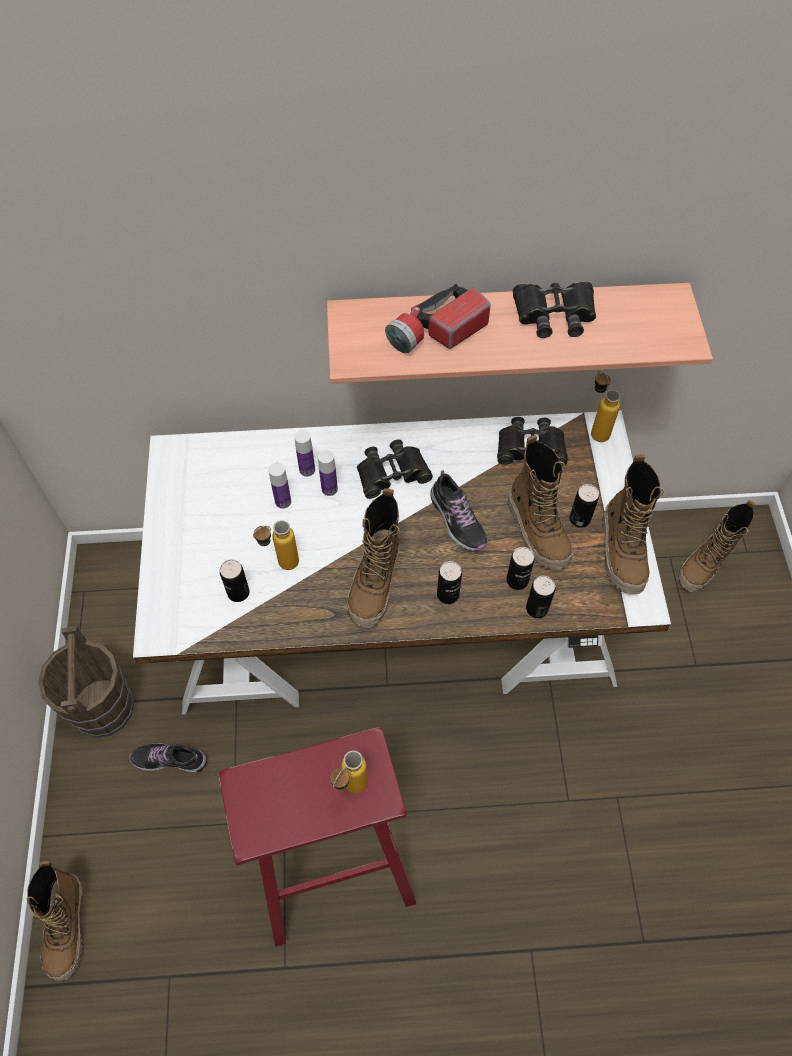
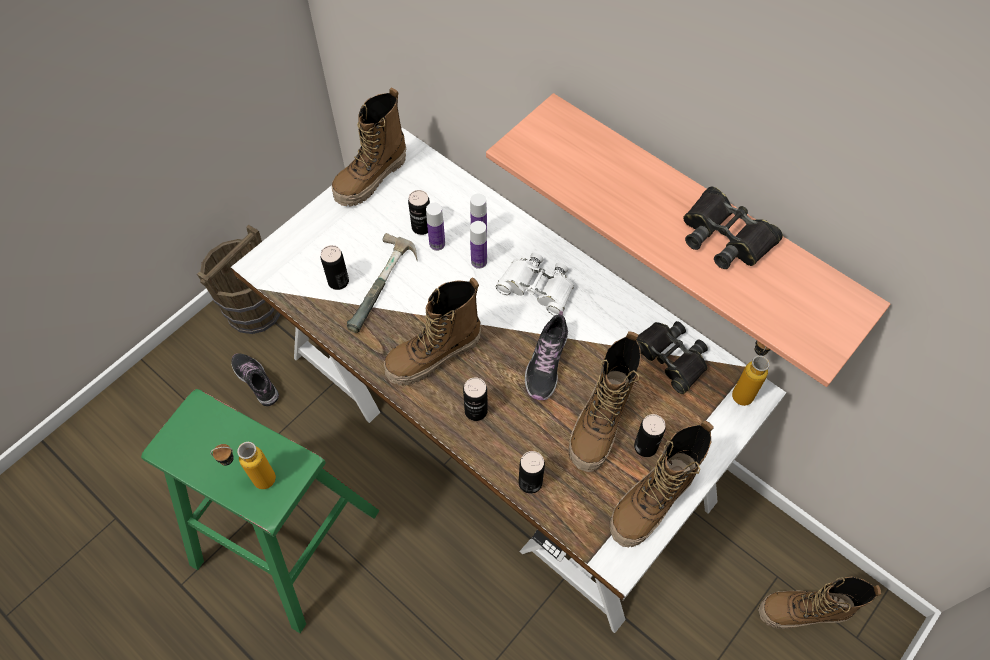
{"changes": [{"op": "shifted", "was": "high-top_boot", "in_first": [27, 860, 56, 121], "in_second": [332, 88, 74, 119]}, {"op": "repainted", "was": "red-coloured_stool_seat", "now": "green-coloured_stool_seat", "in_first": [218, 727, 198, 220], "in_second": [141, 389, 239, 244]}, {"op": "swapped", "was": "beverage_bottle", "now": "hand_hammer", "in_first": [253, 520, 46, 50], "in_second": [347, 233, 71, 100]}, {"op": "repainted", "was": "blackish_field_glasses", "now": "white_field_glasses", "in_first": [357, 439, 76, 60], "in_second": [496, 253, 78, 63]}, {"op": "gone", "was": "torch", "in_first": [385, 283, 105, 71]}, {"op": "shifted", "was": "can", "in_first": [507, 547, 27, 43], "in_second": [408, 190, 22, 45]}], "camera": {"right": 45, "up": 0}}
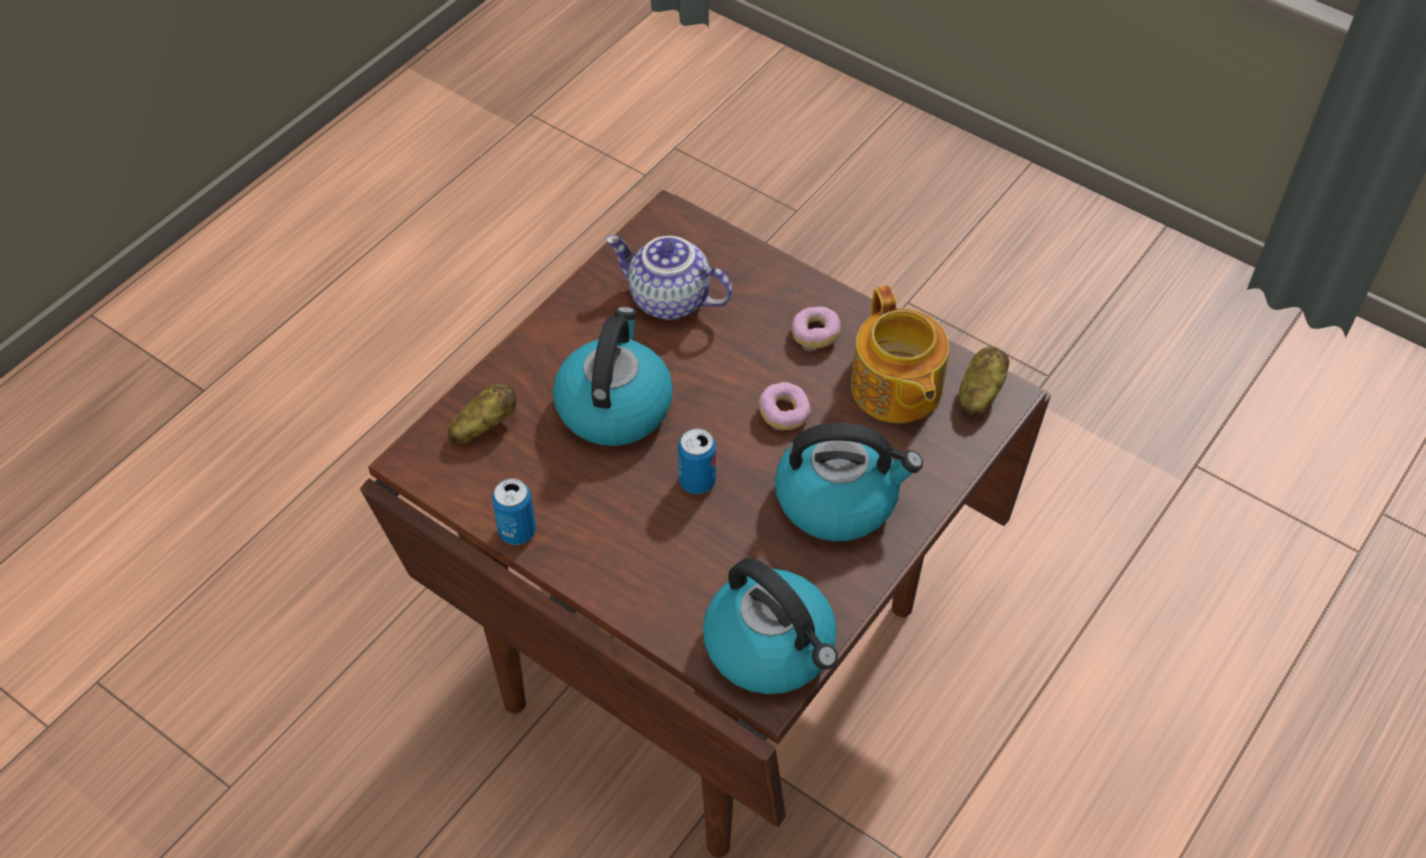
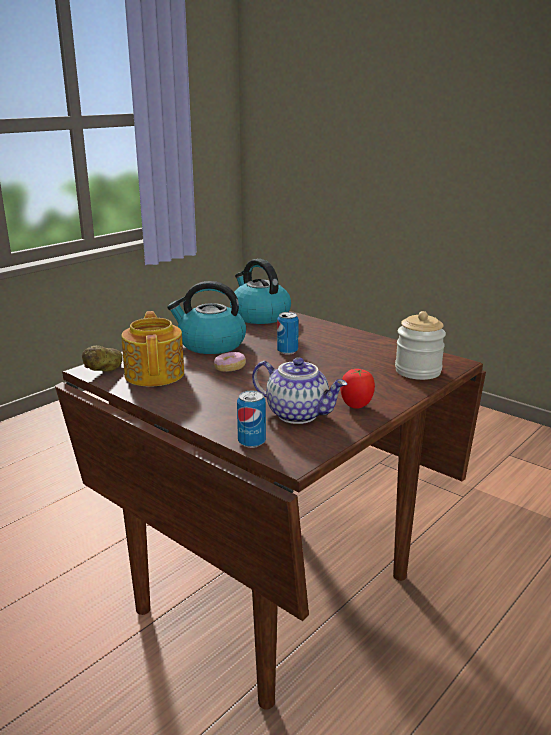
{"changes": [{"op": "swapped", "was": "potato", "now": "preserve_jar", "in_first": [448, 384, 69, 60], "in_second": [395, 311, 51, 69]}, {"op": "shifted", "was": "can", "in_first": [492, 478, 44, 67], "in_second": [237, 391, 29, 57]}, {"op": "gone", "was": "water_kettle", "in_first": [553, 307, 120, 139]}, {"op": "gone", "was": "ring_doughnut", "in_first": [792, 306, 49, 43]}, {"op": "new", "now": "tomato", "in_second": [340, 369, 35, 40]}], "camera": {"right": -175, "up": -30}}
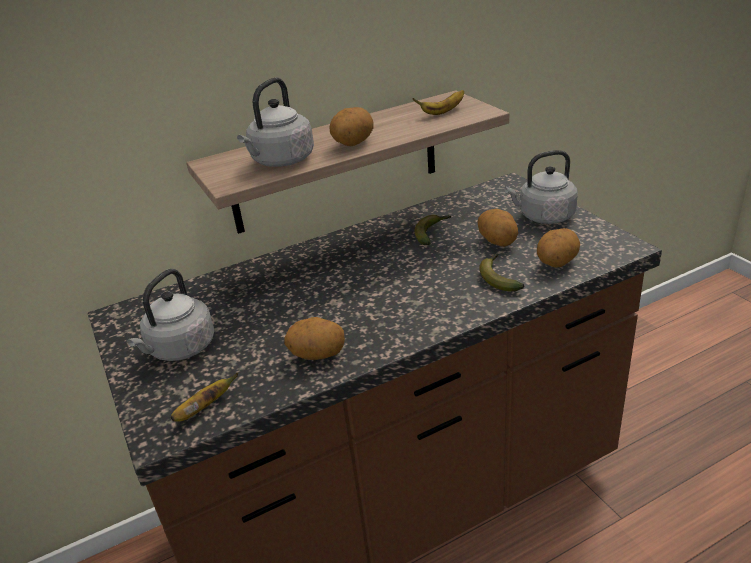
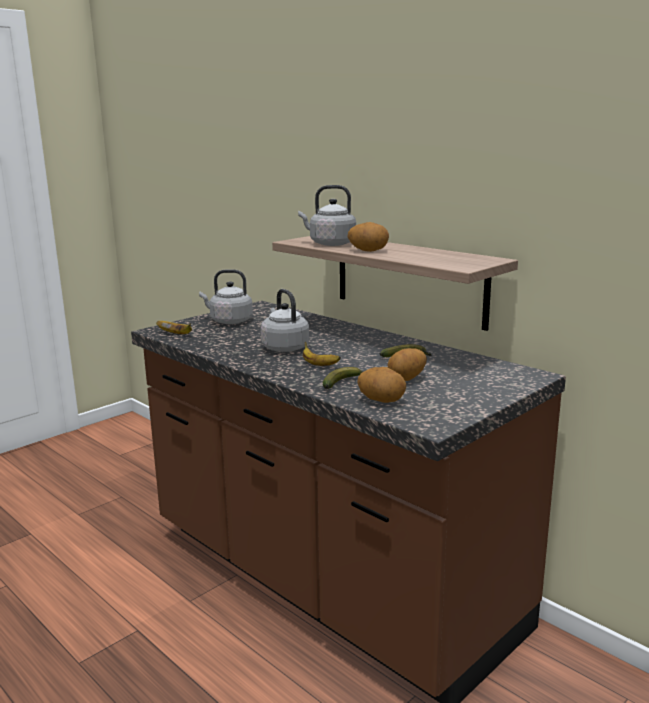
{"changes": [{"op": "gone", "was": "potato", "in_first": [284, 317, 61, 43]}, {"op": "shifted", "was": "banana", "in_first": [412, 90, 52, 25], "in_second": [303, 342, 38, 24]}, {"op": "shifted", "was": "greyish_water_kettle", "in_first": [504, 150, 74, 74], "in_second": [261, 289, 48, 63]}], "camera": {"right": 70, "up": -15}}
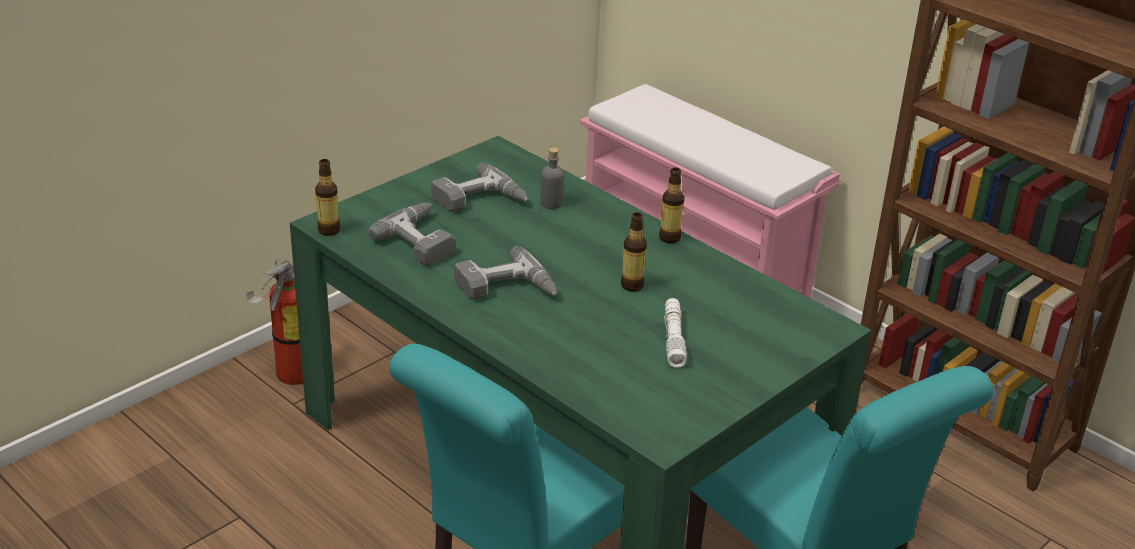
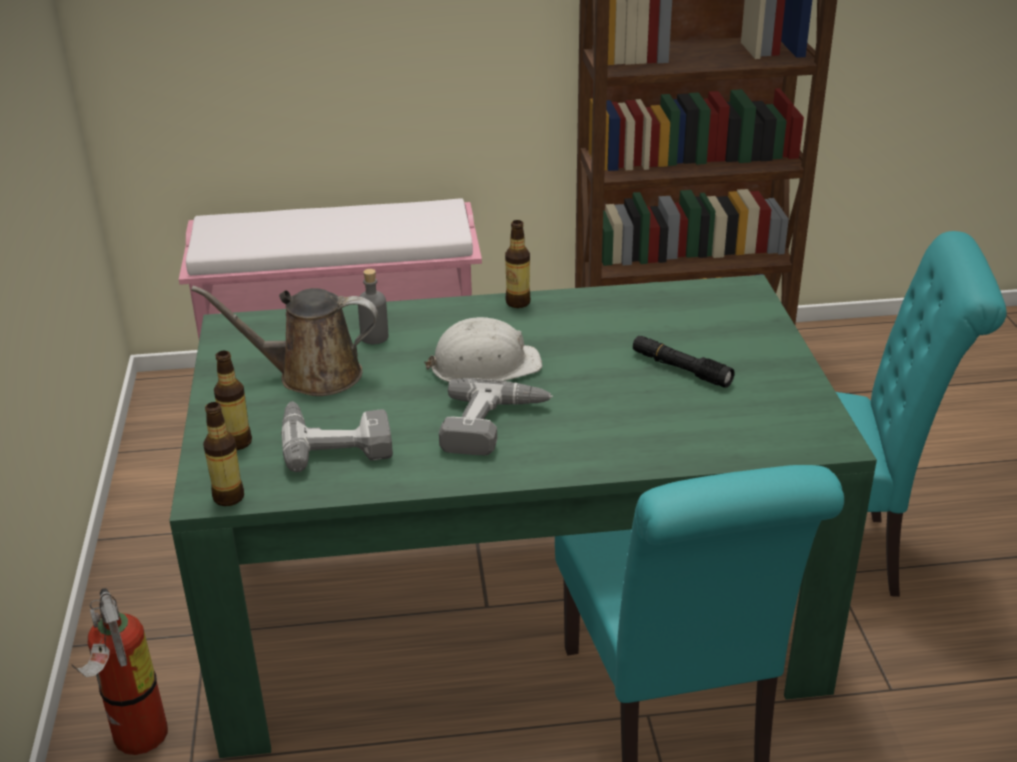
{"changes": [{"op": "swapped", "was": "power_drill", "now": "brown_watering_can", "in_first": [431, 163, 97, 49], "in_second": [191, 286, 187, 110]}, {"op": "shifted", "was": "beverage_bottle", "in_first": [621, 212, 26, 80], "in_second": [214, 351, 38, 99]}, {"op": "repainted", "was": "white_torch", "now": "blackish_torch", "in_first": [664, 298, 23, 70], "in_second": [633, 336, 102, 52]}, {"op": "new", "now": "white_hard_hat", "in_second": [424, 317, 118, 65]}], "camera": {"right": -50, "up": 0}}
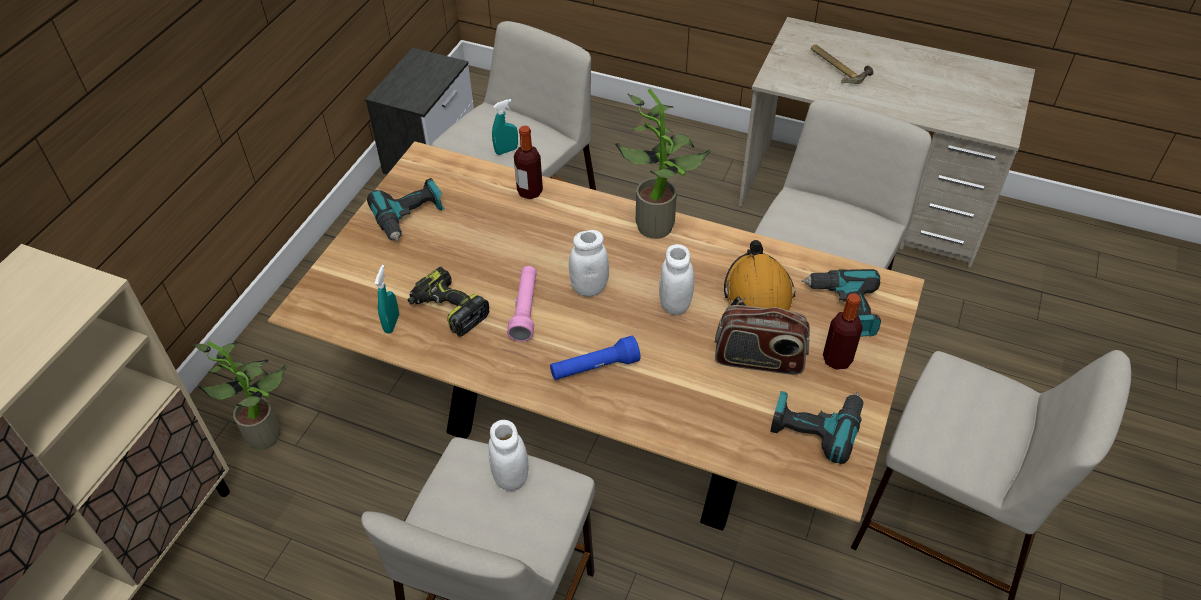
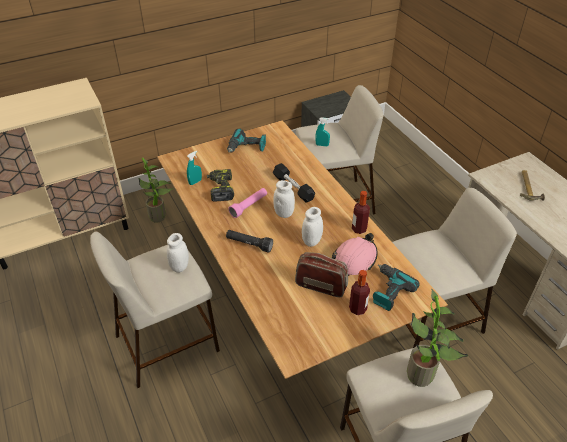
{"changes": [{"op": "shifted", "was": "beverage_bottle", "in_first": [514, 126, 29, 73], "in_second": [352, 191, 18, 43]}, {"op": "repainted", "was": "bluish_torch", "now": "blackish_torch", "in_first": [550, 336, 90, 44], "in_second": [226, 230, 47, 23]}, {"op": "shifted", "was": "potted_plant", "in_first": [615, 89, 96, 150], "in_second": [407, 289, 61, 98]}, {"op": "rotated", "was": "radio", "in_first": [715, 305, 95, 70], "in_second": [295, 252, 53, 45], "clockwise": 150}, {"op": "repainted", "was": "orange_hard_hat", "now": "pink-coloured_hard_hat", "in_first": [724, 240, 72, 71], "in_second": [332, 233, 46, 43]}, {"op": "gone", "was": "power_drill", "in_first": [770, 391, 94, 73]}, {"op": "new", "now": "blackish_dumbbell", "in_second": [273, 163, 42, 40]}], "camera": {"right": 40, "up": -5}}
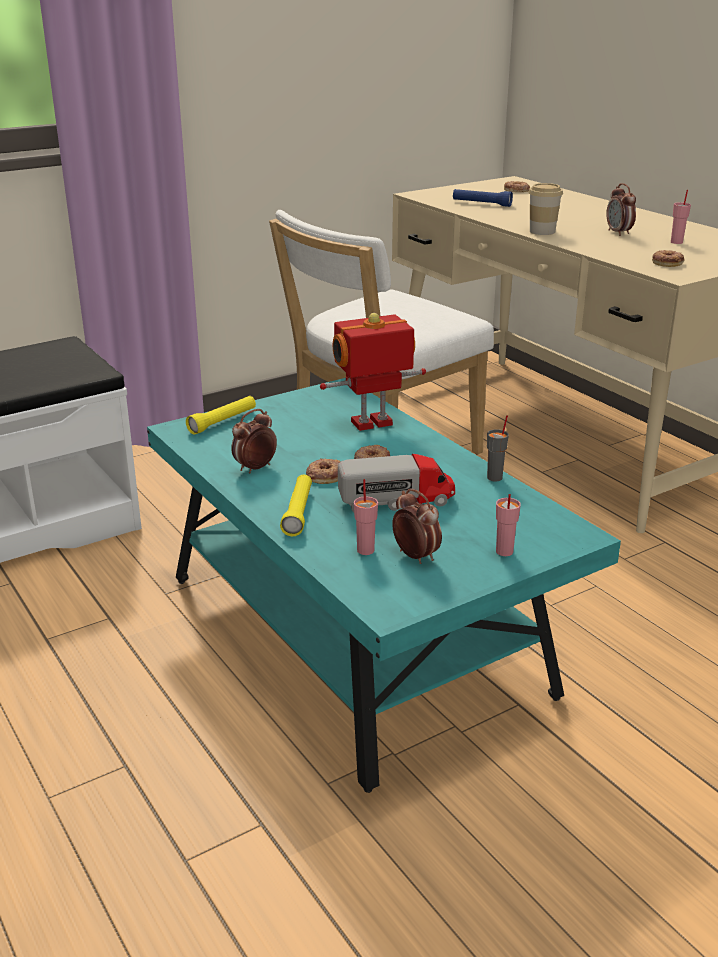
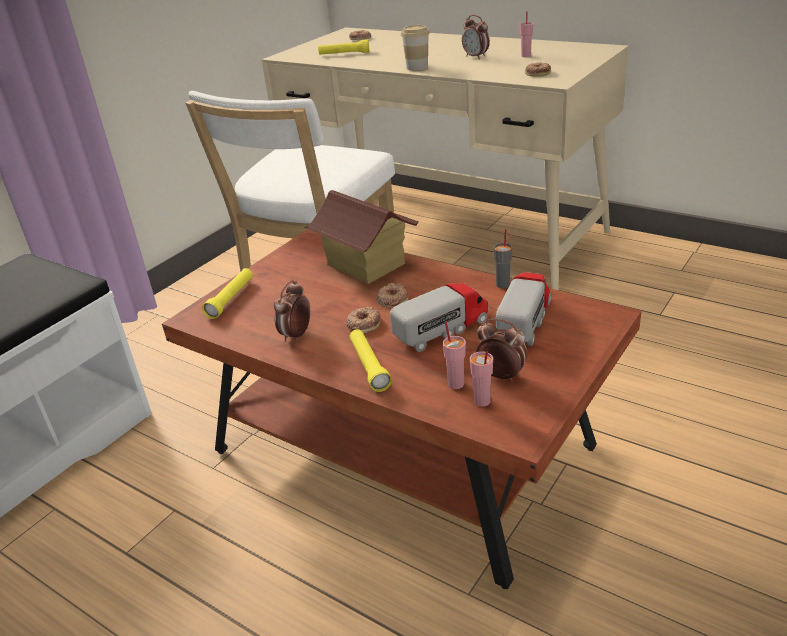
{"changes": [{"op": "repainted", "was": "turquoise-coloured_lounge_table", "now": "brown_lounge_table", "in_first": [147, 378, 474, 415], "in_second": [162, 229, 480, 360]}, {"op": "swapped", "was": "robot_figure", "now": "miniature_house", "in_first": [320, 313, 106, 118], "in_second": [304, 190, 115, 94]}, {"op": "repainted", "was": "bluish_torch", "now": "yellow_torch", "in_first": [453, 189, 60, 18], "in_second": [318, 39, 52, 16]}, {"op": "shifted", "was": "pink-coloured_cup", "in_first": [496, 494, 25, 62], "in_second": [470, 351, 23, 56]}, {"op": "new", "now": "model_truck", "in_second": [496, 272, 55, 74]}], "camera": {"right": -20, "up": 5}}
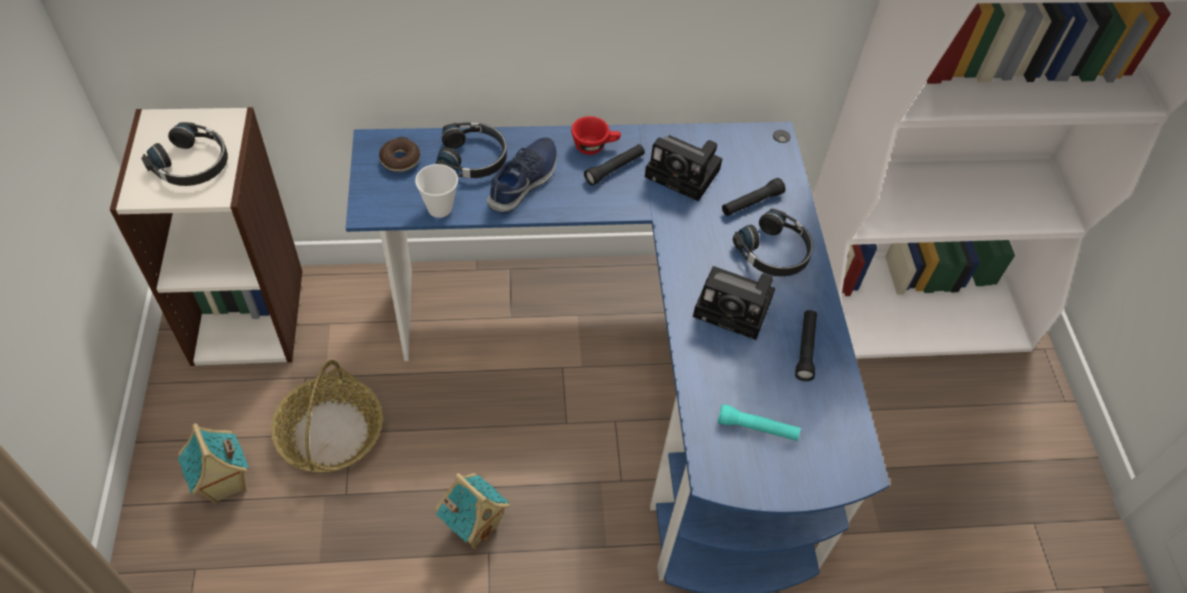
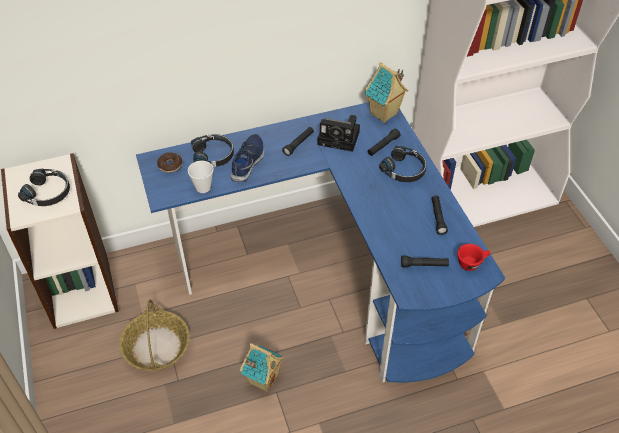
{"changes": [{"op": "shifted", "was": "miniature_house", "in_first": [178, 423, 71, 81], "in_second": [365, 62, 43, 61]}, {"op": "shifted", "was": "red-coloured_cup", "in_first": [571, 116, 50, 39], "in_second": [458, 244, 32, 27]}, {"op": "gone", "was": "still_camera", "in_first": [693, 266, 82, 74]}, {"op": "repainted", "was": "turquoise-coloured_torch", "now": "blackish_torch", "in_first": [717, 404, 84, 37], "in_second": [401, 256, 48, 11]}], "camera": {"right": -10, "up": -5}}
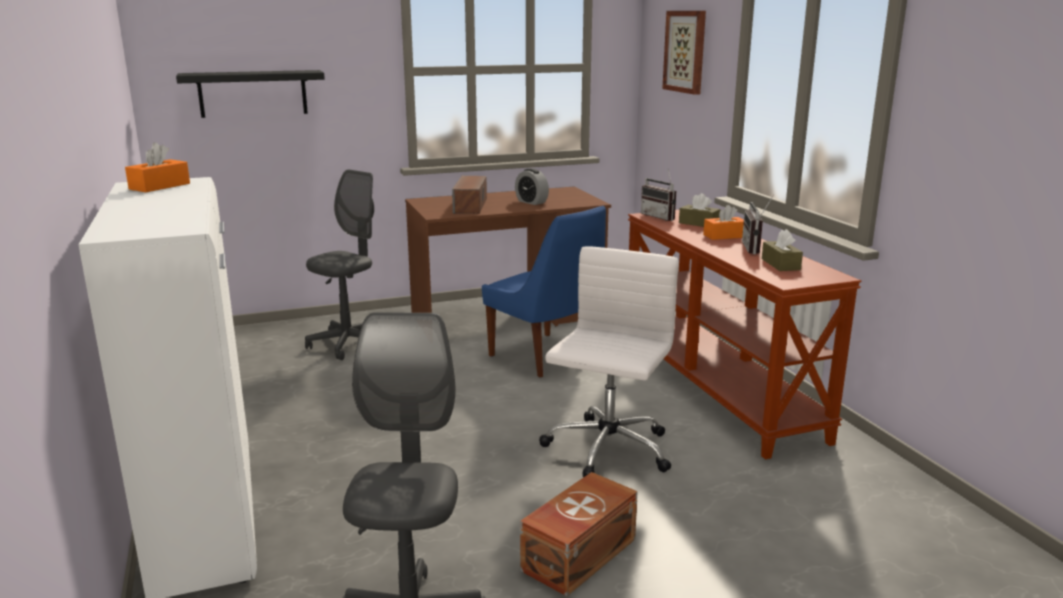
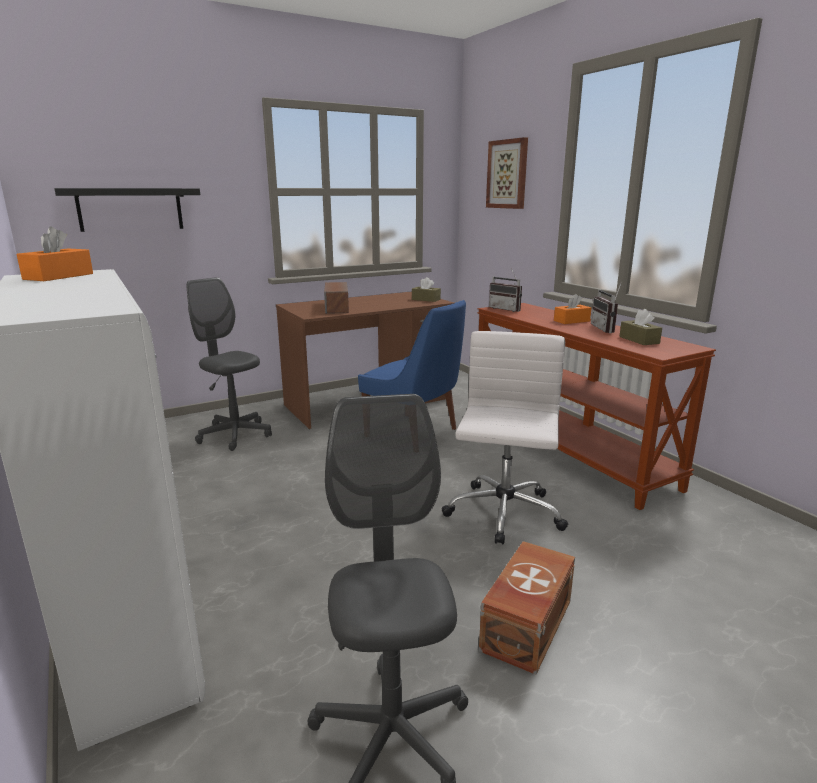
{"changes": [{"op": "rotated", "was": "greyish_computer_chair", "in_first": [305, 169, 69, 191], "in_second": [186, 277, 86, 174], "clockwise": -75}, {"op": "gone", "was": "bedside_clock", "in_first": [515, 168, 34, 37]}, {"op": "shifted", "was": "brown_box_of_tissues", "in_first": [679, 193, 41, 34], "in_second": [412, 277, 29, 25]}], "camera": {"right": -10, "up": 0}}
